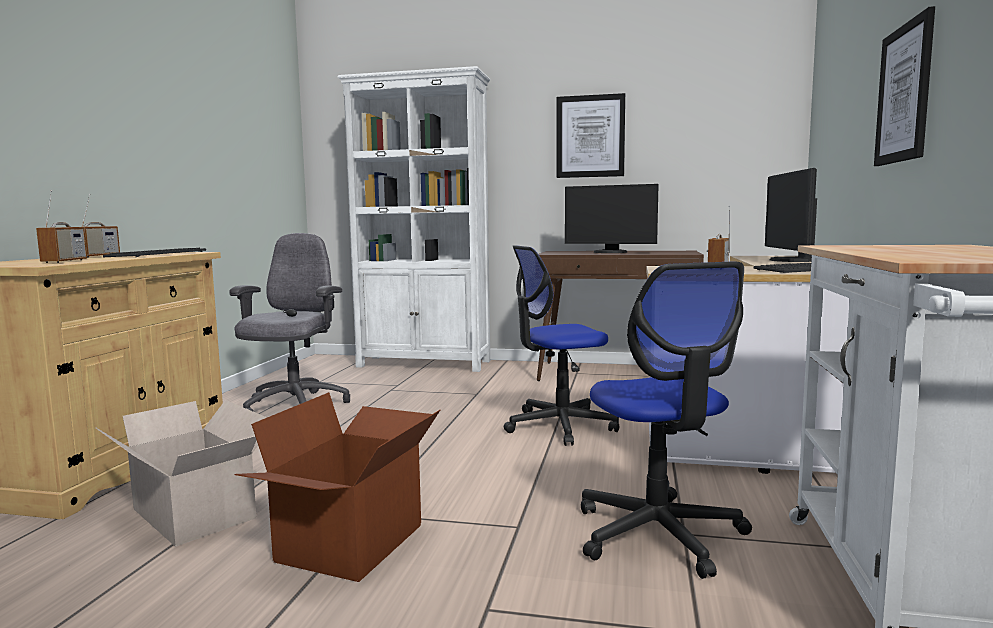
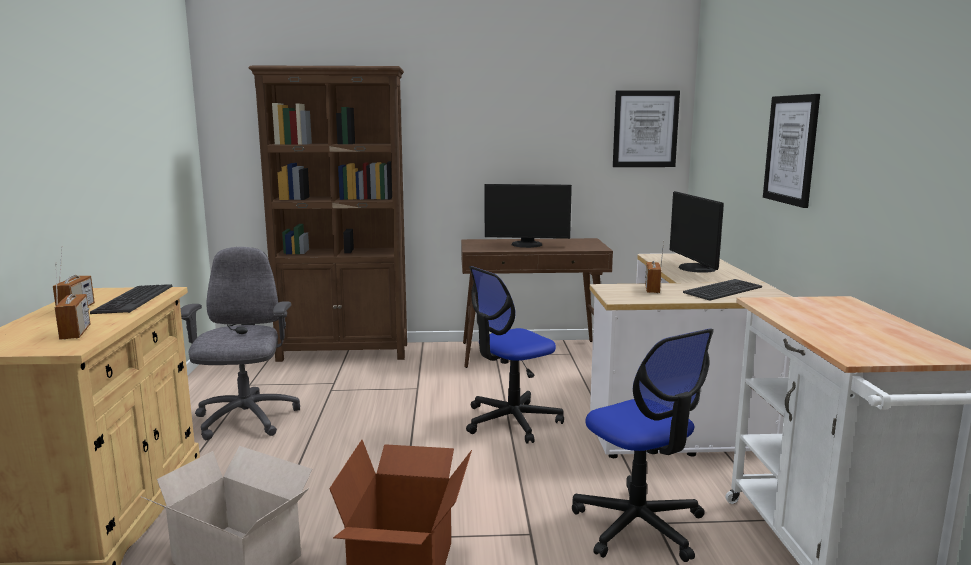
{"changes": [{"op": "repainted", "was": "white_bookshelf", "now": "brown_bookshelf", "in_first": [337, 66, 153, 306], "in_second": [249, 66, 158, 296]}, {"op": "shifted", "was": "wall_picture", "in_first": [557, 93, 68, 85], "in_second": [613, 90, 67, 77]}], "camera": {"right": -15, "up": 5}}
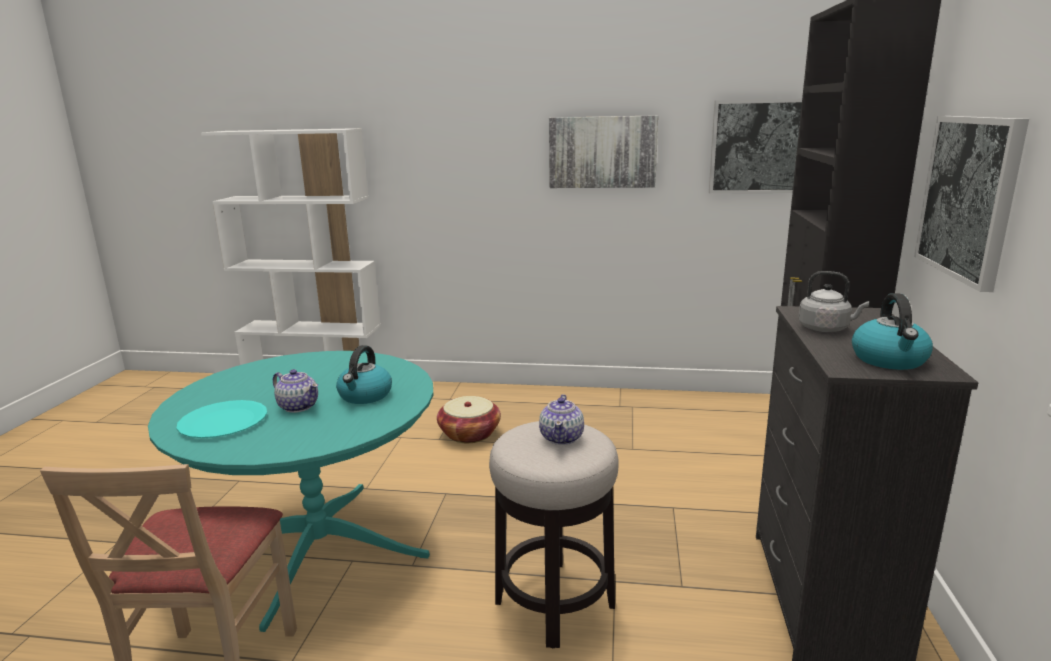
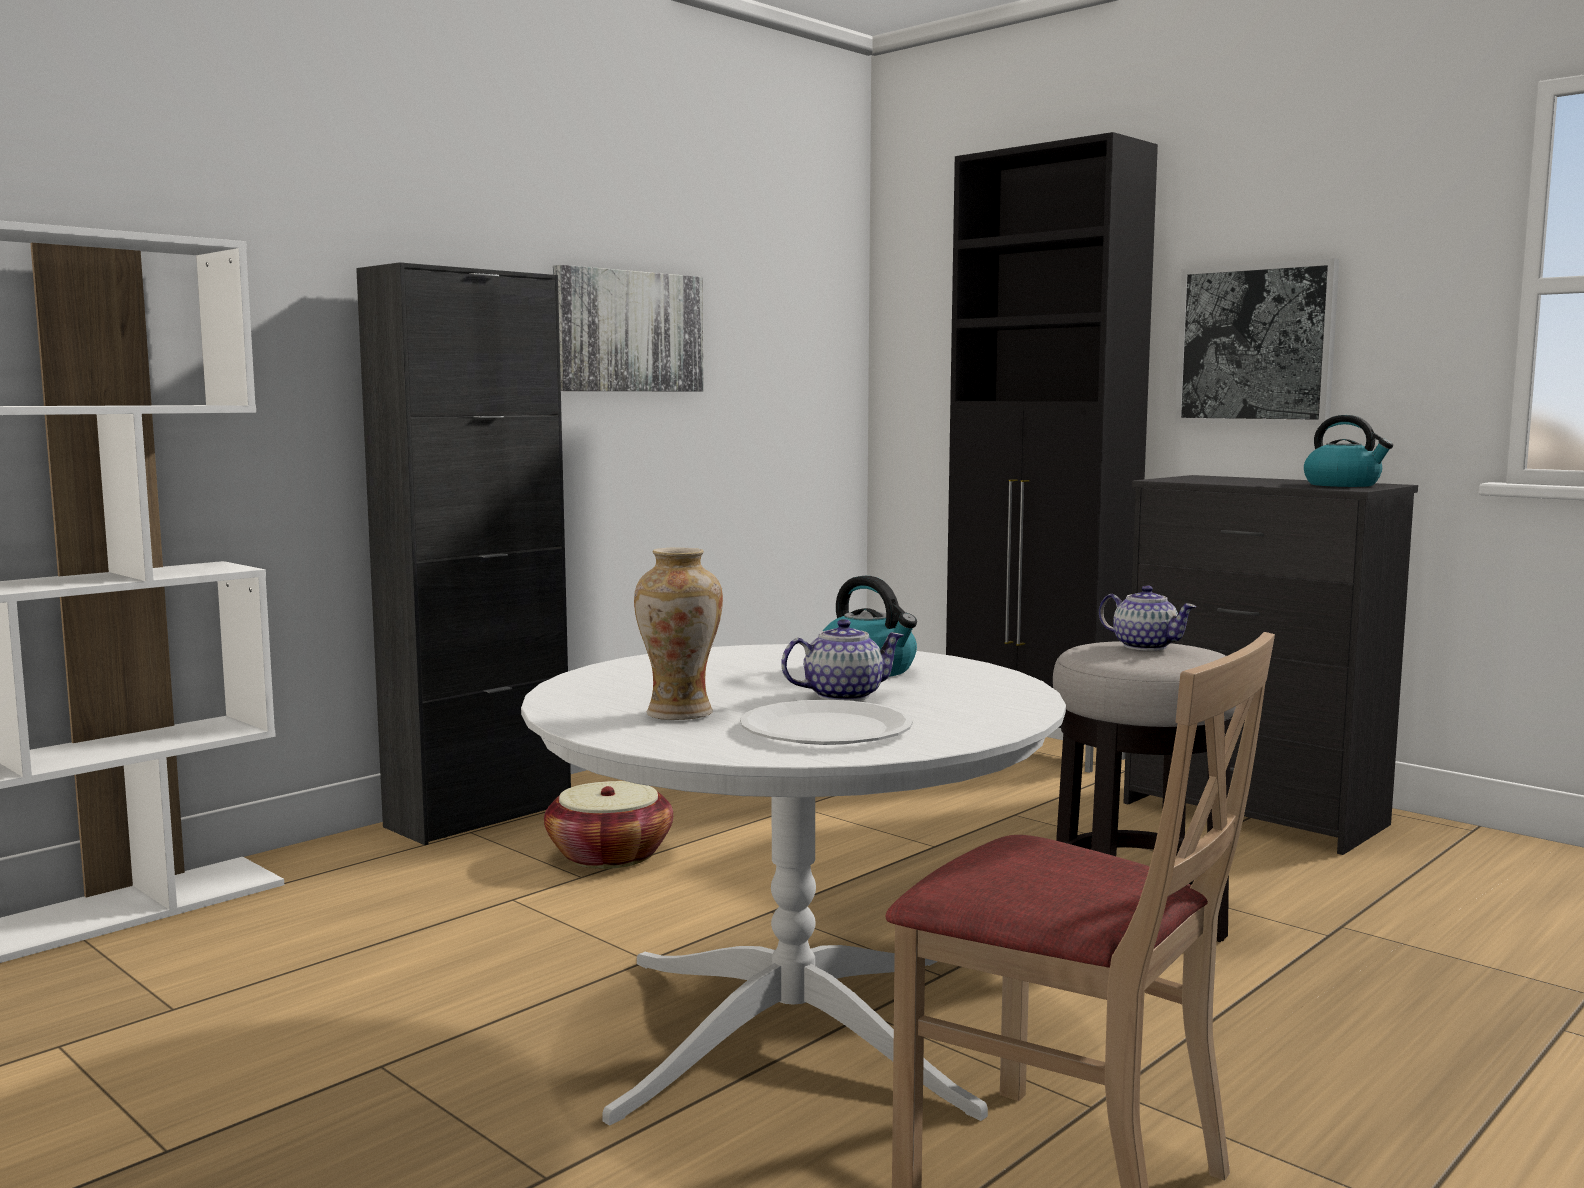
{"changes": [{"op": "repainted", "was": "turquoise-coloured_dinner_table", "now": "white_dinner_table", "in_first": [148, 351, 285, 281], "in_second": [521, 644, 545, 482]}, {"op": "repainted", "was": "turquoise-coloured_flat_dish", "now": "white_flat_dish", "in_first": [177, 400, 90, 38], "in_second": [740, 700, 173, 45]}, {"op": "gone", "was": "wall_picture", "in_first": [709, 99, 93, 94]}, {"op": "gone", "was": "greyish_water_kettle", "in_first": [798, 271, 71, 61]}, {"op": "new", "now": "blackish_storage_cabinet", "in_second": [356, 262, 215, 583]}, {"op": "new", "now": "flower_vase", "in_second": [634, 548, 89, 172]}], "camera": {"right": -55, "up": -10}}
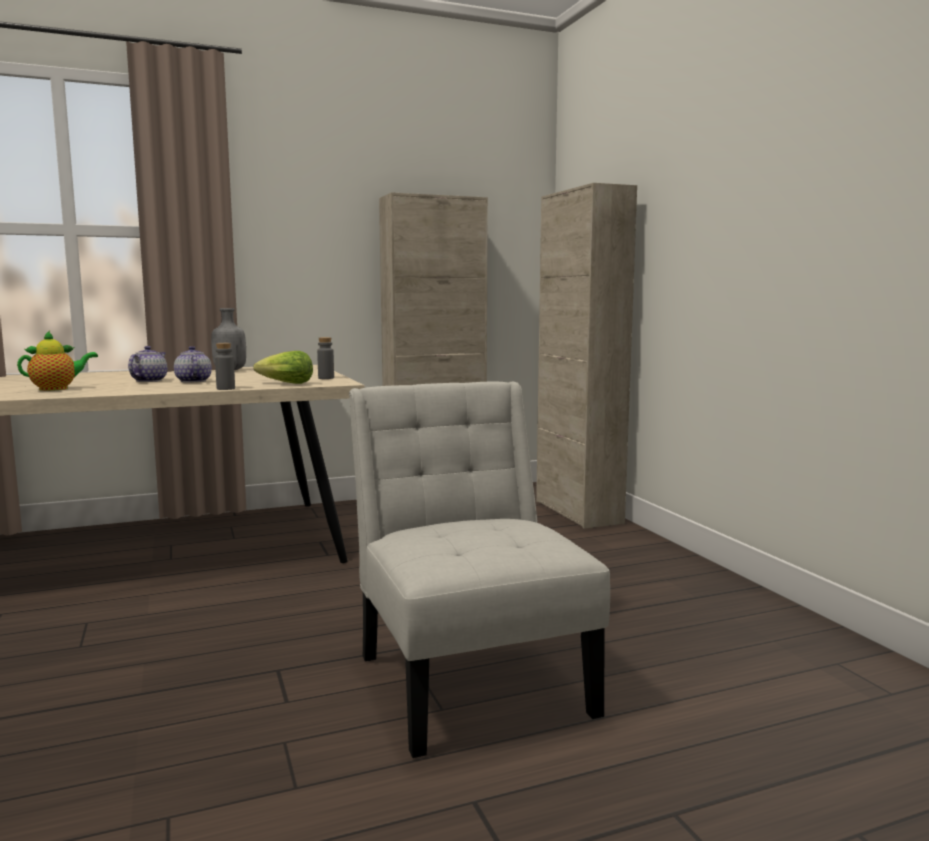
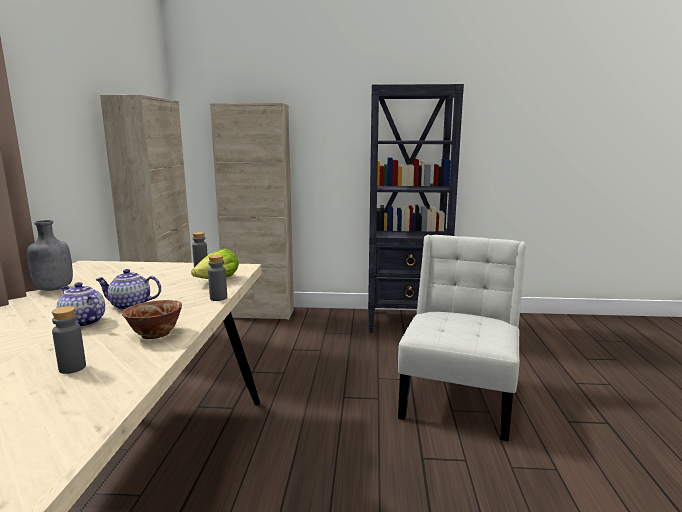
{"changes": [{"op": "swapped", "was": "tea_pot", "now": "greyish_beverage_bottle", "in_first": [17, 331, 81, 60], "in_second": [52, 306, 34, 68]}, {"op": "rotated", "was": "white_plain_chair", "in_first": [349, 382, 261, 376], "in_second": [398, 235, 128, 206], "clockwise": 105}, {"op": "new", "now": "serving_bowl", "in_second": [122, 300, 60, 39]}, {"op": "new", "now": "blackish_bookshelf", "in_second": [368, 84, 96, 249]}], "camera": {"right": -65, "up": 5}}
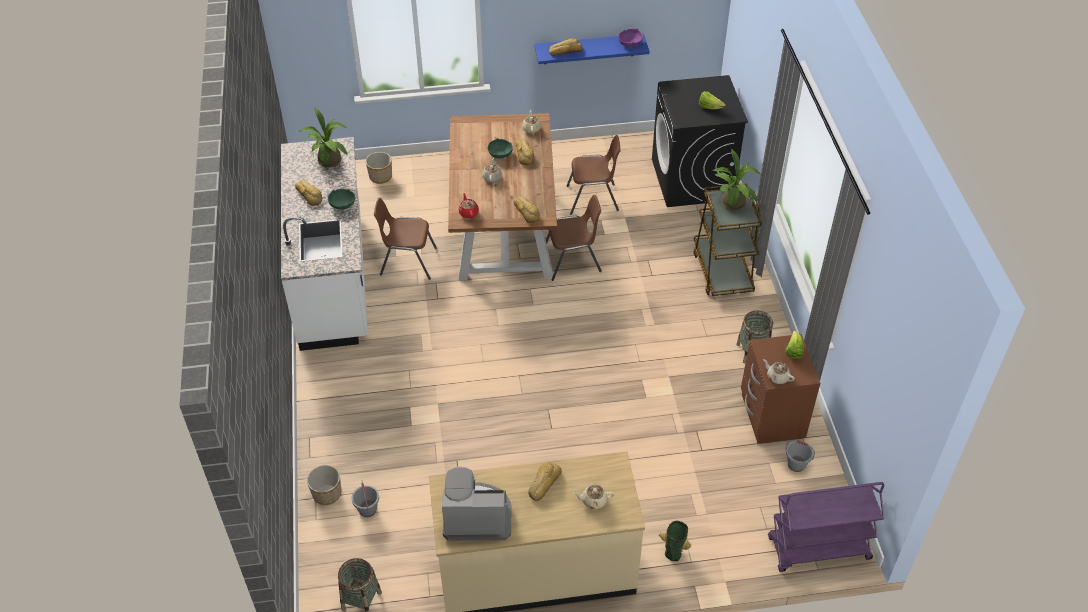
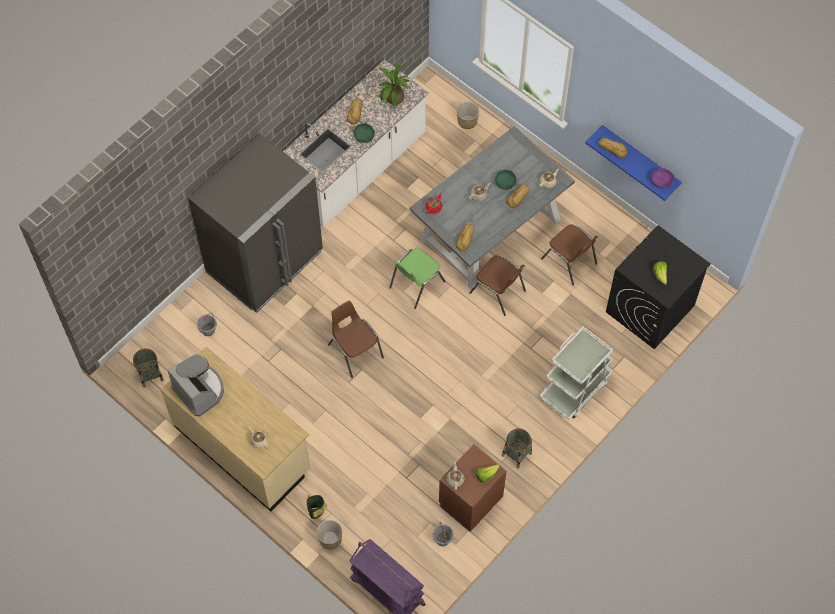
{"changes": [{"op": "shifted", "was": "plant_pot", "in_first": [307, 465, 34, 40], "in_second": [317, 520, 25, 29]}, {"op": "shifted", "was": "brown_plain_chair", "in_first": [374, 198, 63, 82], "in_second": [328, 301, 56, 77]}, {"op": "repainted", "was": "brown_dinner_table", "now": "greyish_dinner_table", "in_first": [448, 113, 109, 168], "in_second": [409, 126, 166, 164]}, {"op": "gone", "was": "bread", "in_first": [528, 462, 34, 39]}, {"op": "repainted", "was": "brown_wheeled_cart", "now": "white_wheeled_cart", "in_first": [693, 183, 69, 113], "in_second": [540, 326, 73, 94]}, {"op": "gone", "was": "potted_plant", "in_first": [713, 149, 48, 62]}, {"op": "new", "now": "greyish_refrigerator", "in_second": [188, 133, 135, 180]}, {"op": "new", "now": "green-coloured_plain_chair", "in_second": [389, 248, 57, 61]}], "camera": {"right": 50, "up": 15}}
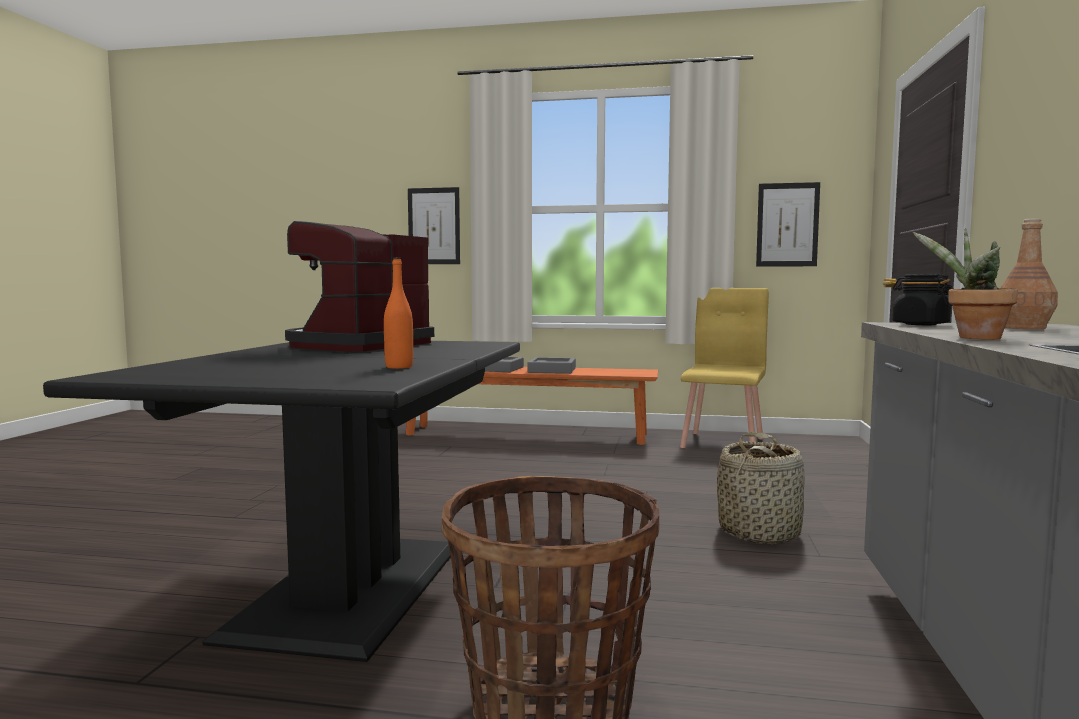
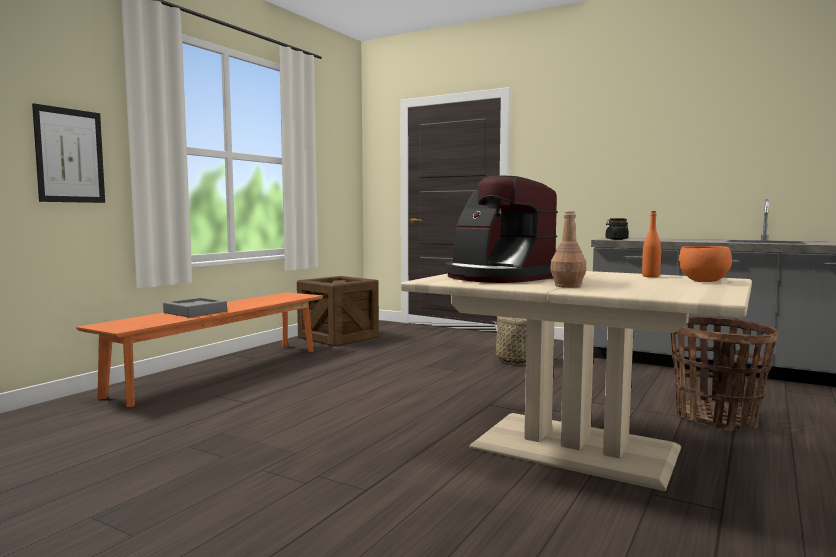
{"changes": [{"op": "repainted", "was": "blackish_dinner_table", "now": "beige_dinner_table", "in_first": [43, 341, 477, 321], "in_second": [401, 271, 351, 220]}, {"op": "gone", "was": "greyish_serving_tray", "in_first": [527, 357, 49, 17]}, {"op": "swapped", "was": "yellow_plain_chair", "now": "packing_crate", "in_first": [680, 288, 89, 160], "in_second": [297, 276, 82, 70]}, {"op": "gone", "was": "wall_picture", "in_first": [756, 182, 64, 85]}, {"op": "gone", "was": "potted_plant", "in_first": [913, 228, 105, 112]}, {"op": "shifted", "was": "brown_beverage_bottle", "in_first": [1000, 218, 58, 111], "in_second": [550, 211, 36, 77]}, {"op": "new", "now": "orange_serving_bowl", "in_second": [679, 246, 53, 36]}], "camera": {"right": -70, "up": 0}}
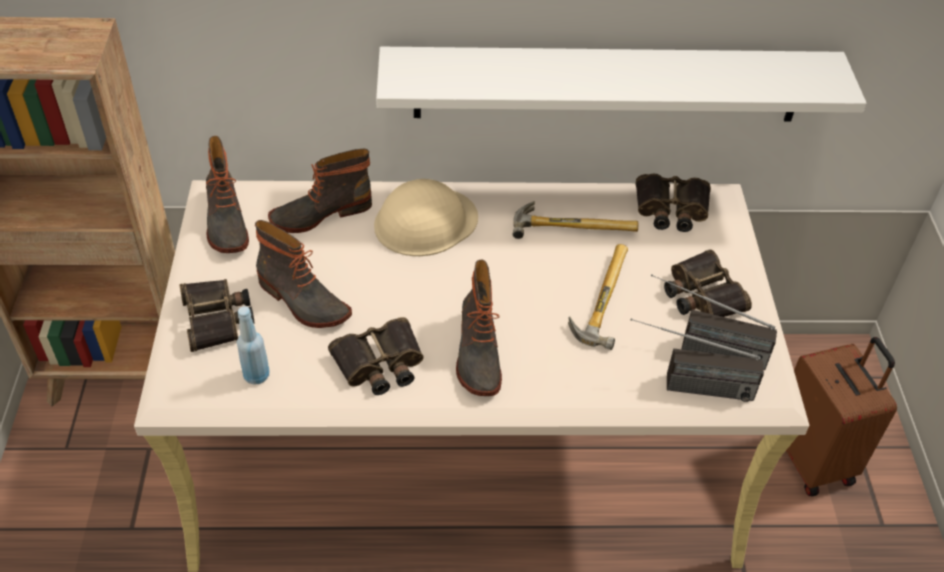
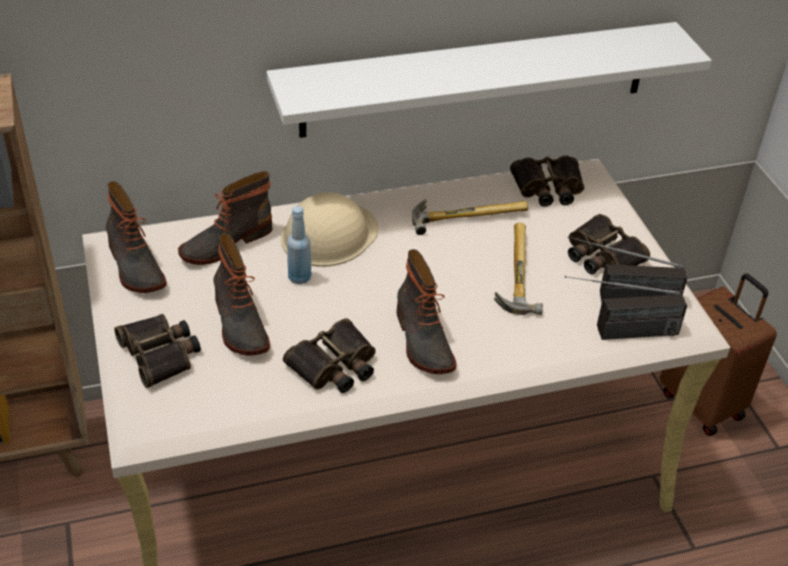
{"changes": [{"op": "shifted", "was": "bluish_beverage_bottle", "in_first": [237, 306, 33, 79], "in_second": [287, 206, 25, 78]}, {"op": "rotated", "was": "high-top_boot", "in_first": [255, 220, 97, 108], "in_second": [213, 233, 57, 123], "clockwise": 45}], "camera": {"right": -15, "up": -5}}
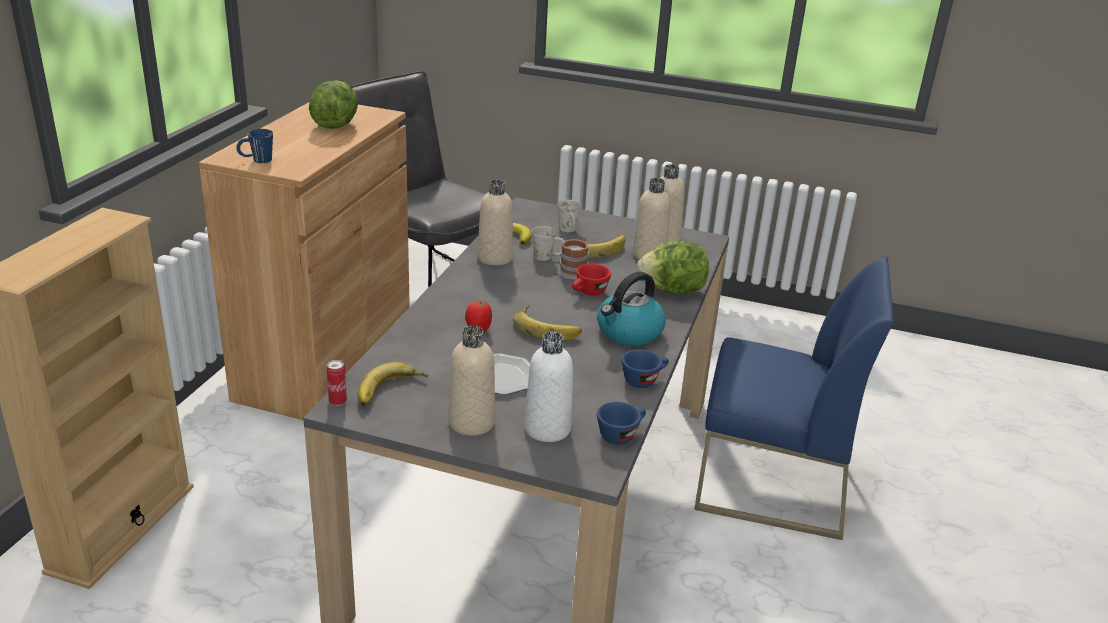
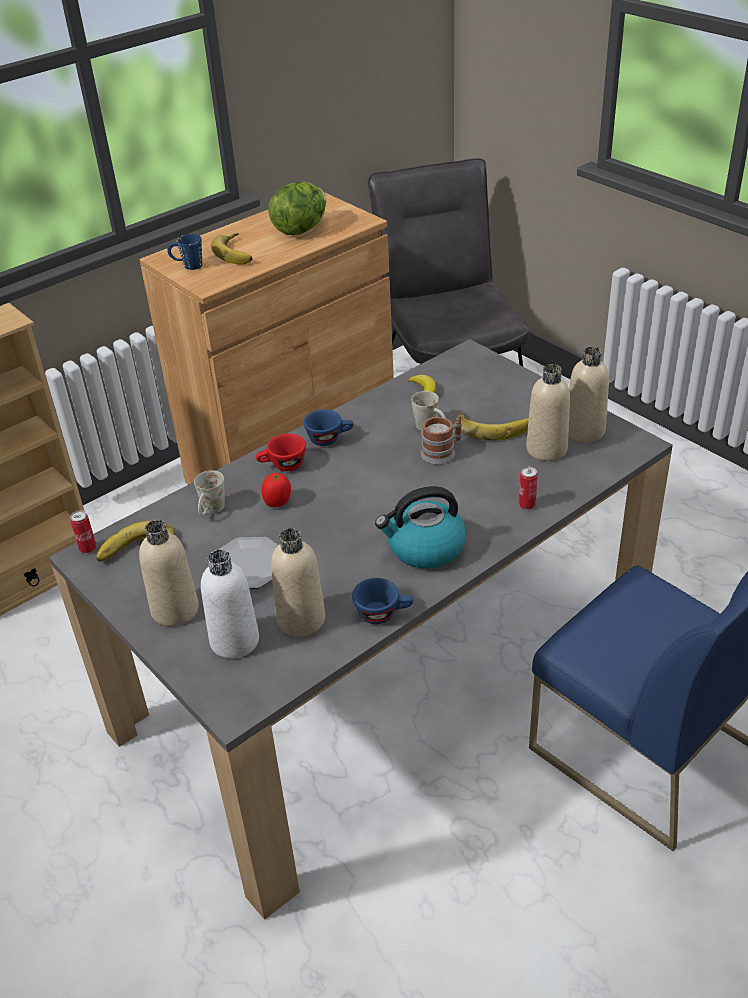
{"changes": [{"op": "shifted", "was": "beige_beverage_bottle", "in_first": [478, 180, 35, 86], "in_second": [271, 528, 54, 108]}, {"op": "shifted", "was": "banana", "in_first": [513, 306, 69, 34], "in_second": [211, 233, 42, 32]}, {"op": "shifted", "was": "white_tea_mug", "in_first": [558, 200, 23, 32], "in_second": [194, 470, 31, 46]}, {"op": "shifted", "was": "red-coloured_cup", "in_first": [572, 264, 39, 31], "in_second": [256, 434, 50, 37]}, {"op": "shifted", "was": "bluish_cup", "in_first": [597, 402, 49, 43], "in_second": [303, 410, 51, 36]}, {"op": "swapped", "was": "head_of_lettuce", "now": "can", "in_first": [637, 241, 72, 53], "in_second": [519, 467, 19, 43]}], "camera": {"right": 35, "up": 10}}
